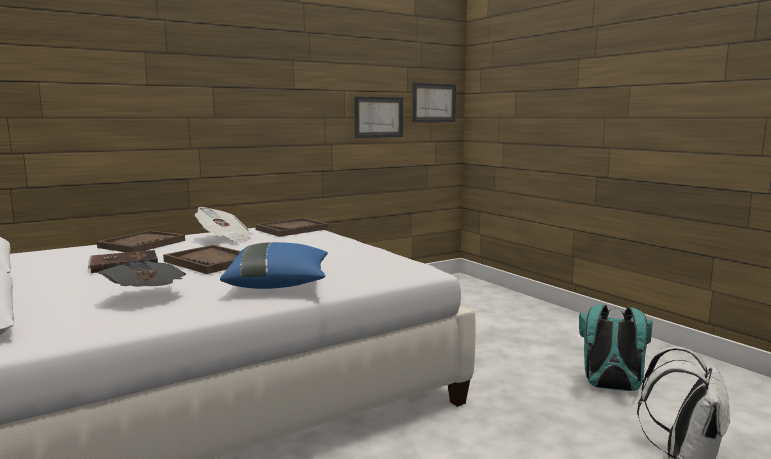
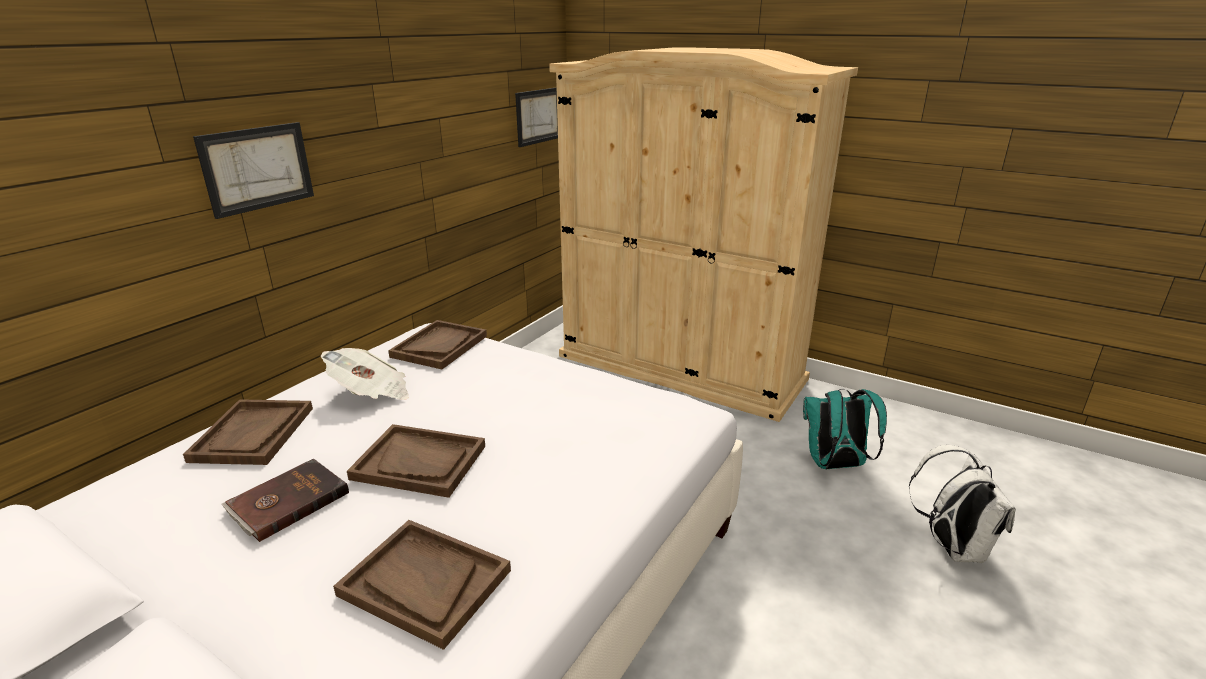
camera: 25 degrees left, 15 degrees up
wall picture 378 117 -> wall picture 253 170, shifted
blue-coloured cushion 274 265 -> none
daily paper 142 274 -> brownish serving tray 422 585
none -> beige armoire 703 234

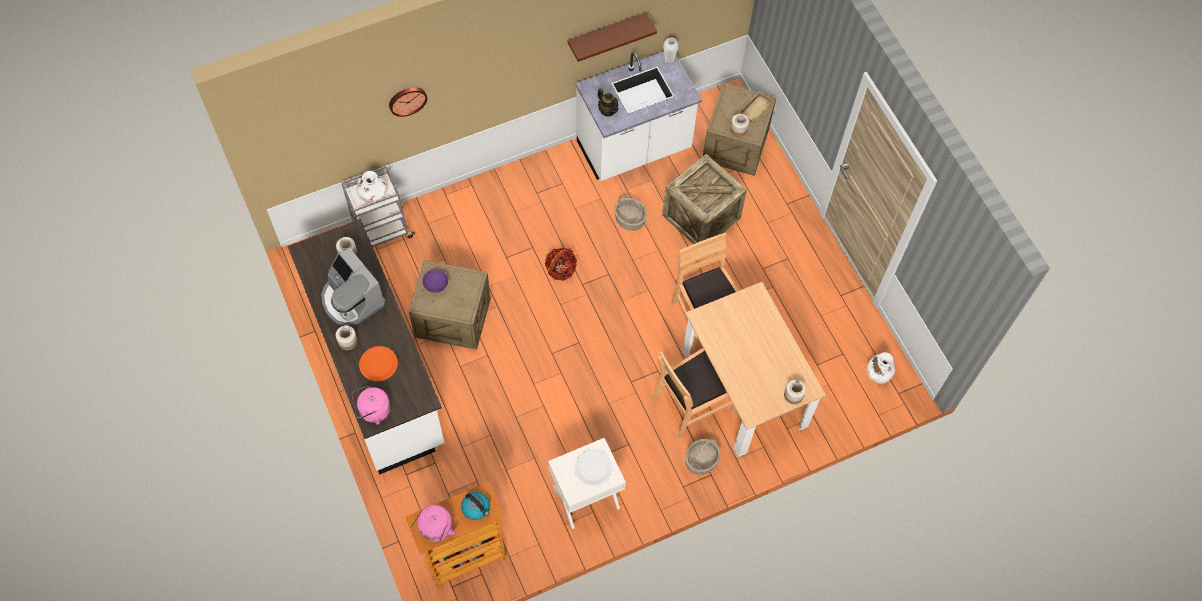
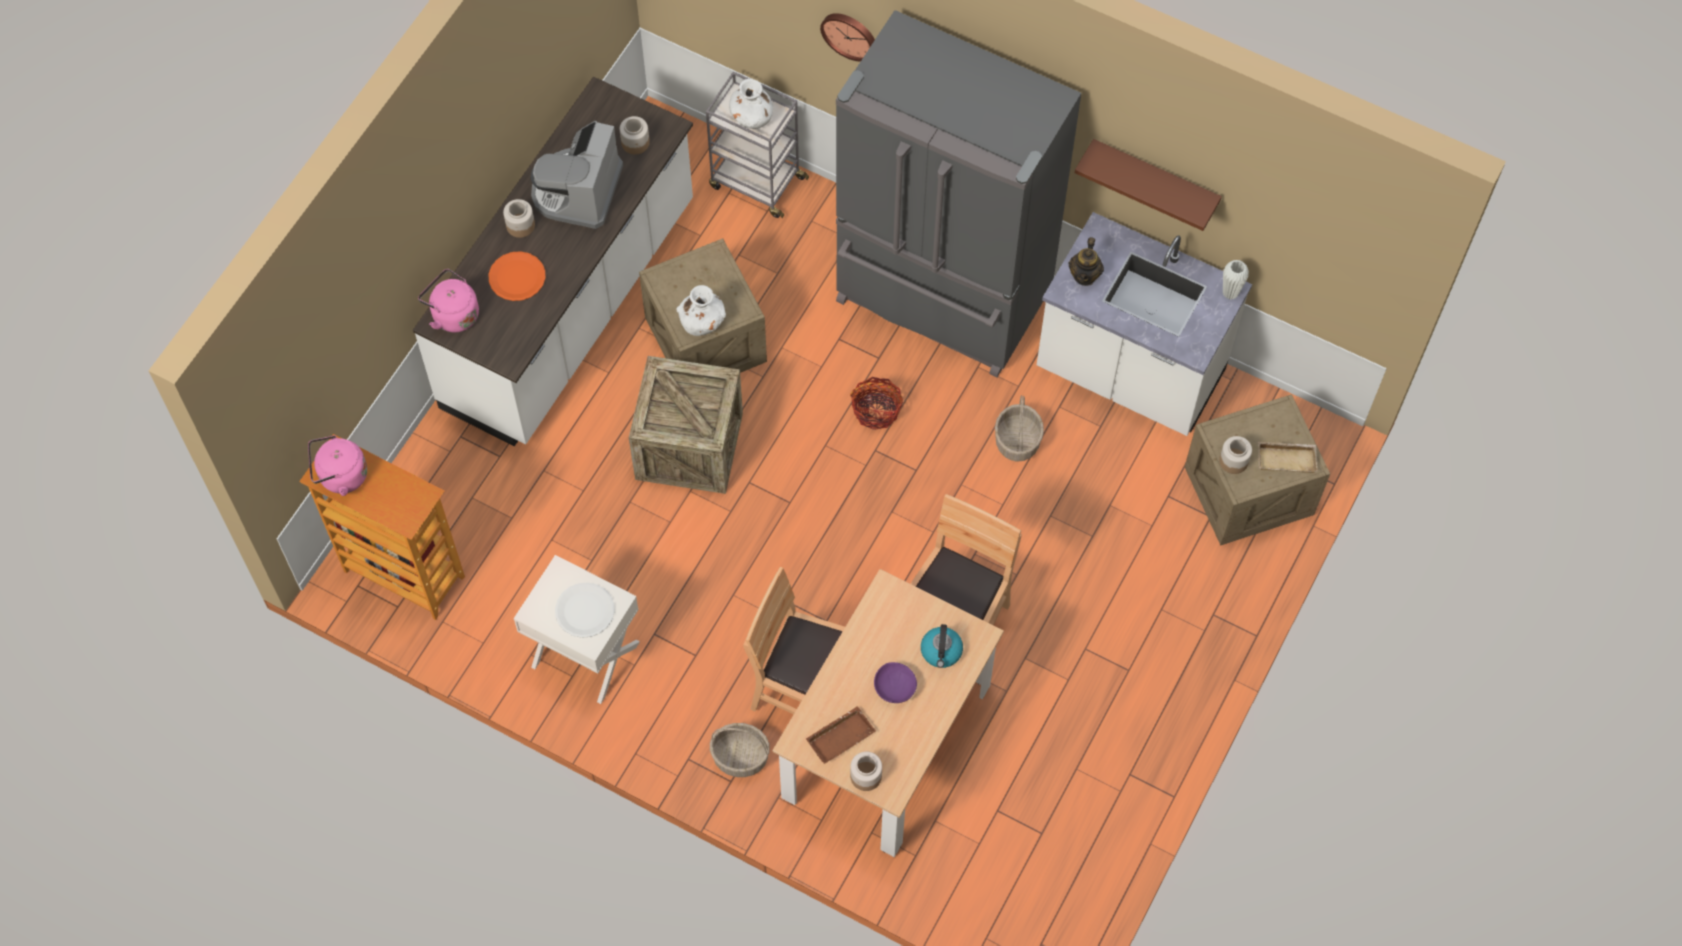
camera: 55 degrees right, 0 degrees up
packing crate 704 199 -> packing crate 686 425, shifted
purplish deep dish 435 281 -> purplish deep dish 895 682, shifted
whitish vase 881 368 -> whitish vase 701 310, shifted
kettle 475 506 -> kettle 942 646, shifted
none -> gray kitchen fridge 958 193
none -> brownish serving tray 840 735

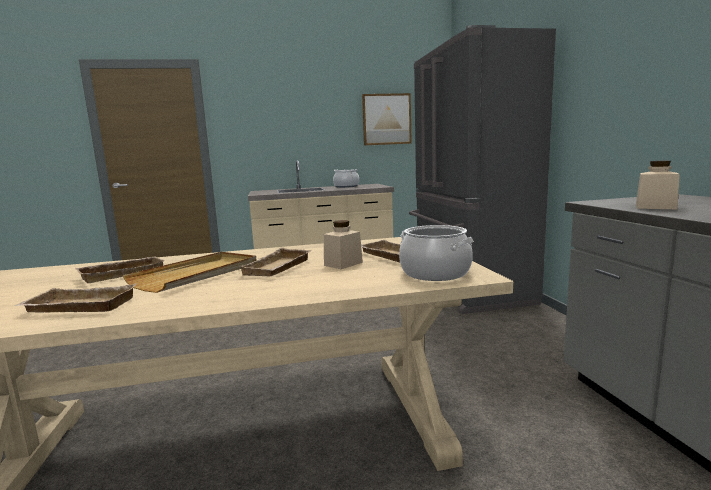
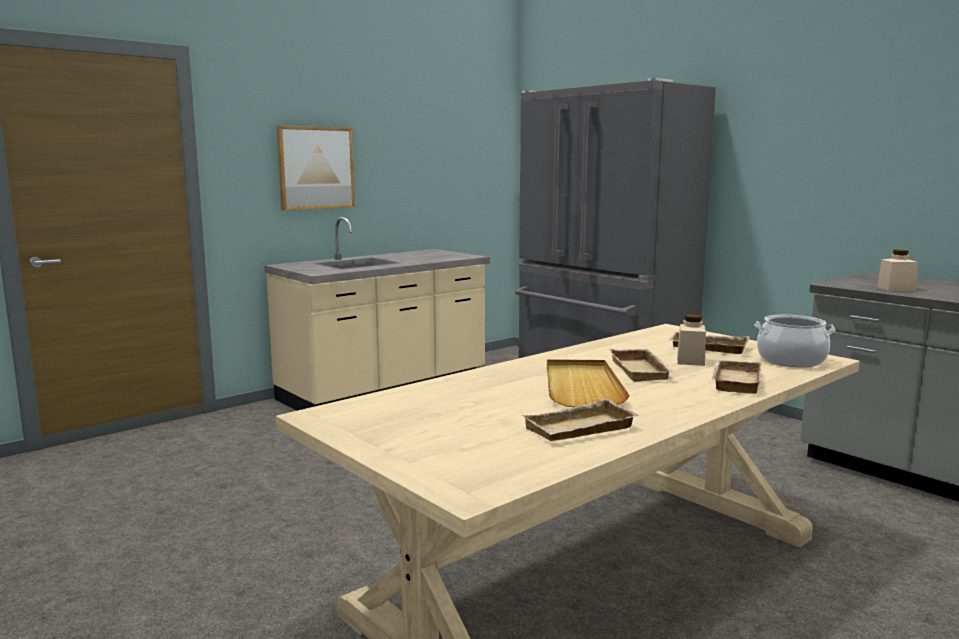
camera: 30 degrees left, 0 degrees up
wall picture 387 119 -> wall picture 315 168, shifted
saucepot 346 178 -> none
beige serving tray 120 269 -> beige serving tray 737 377, shifted

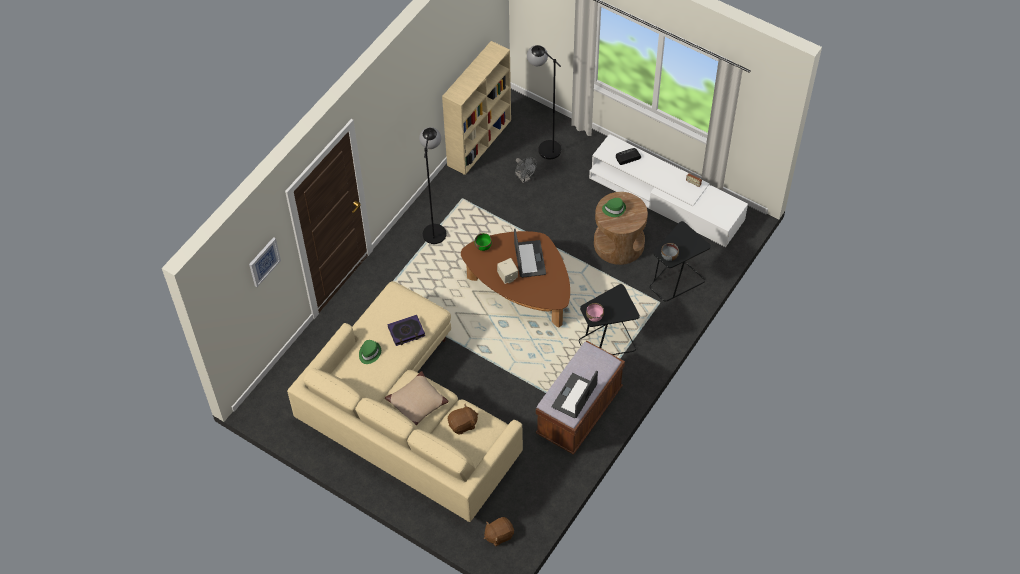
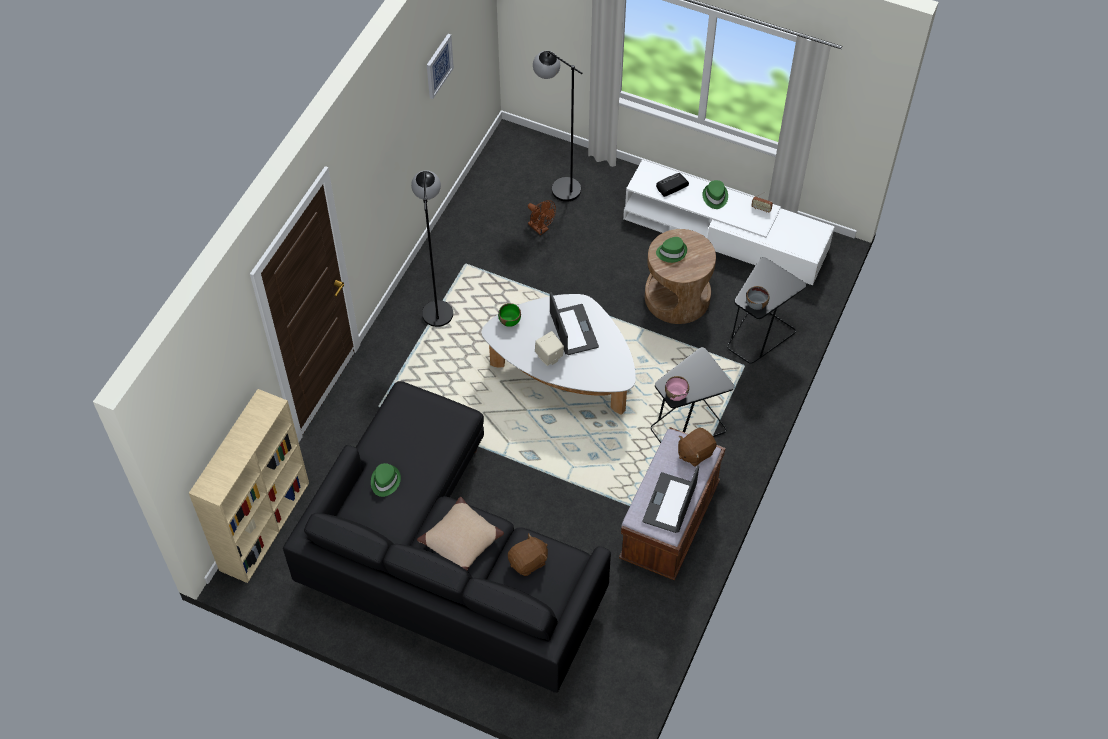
camera: 10 degrees left, 0 degrees up
beige bookshelf 476 108 -> beige bookshelf 249 486, shifted
gray electric fan 526 170 -> brownish electric fan 542 217
brownish lounge table 515 279 -> whitish lounge table 559 354
wall picture 265 262 -> wall picture 440 66, shifted
beige couch 405 401 -> blackish couch 447 537
book 406 330 -> none
brownish plush toy 499 531 -> brownish plush toy 697 447, shifted
none -> greenish wearable hat 715 194

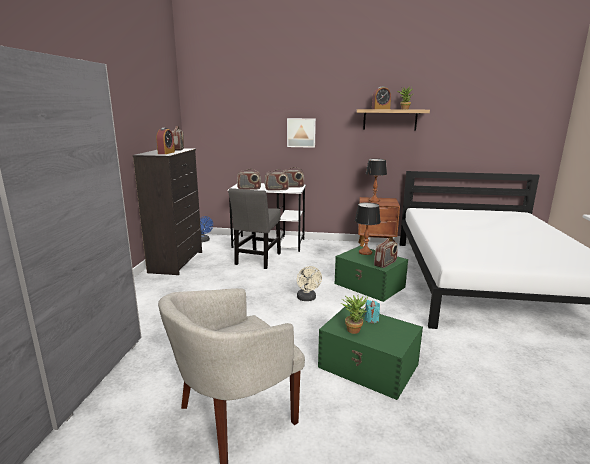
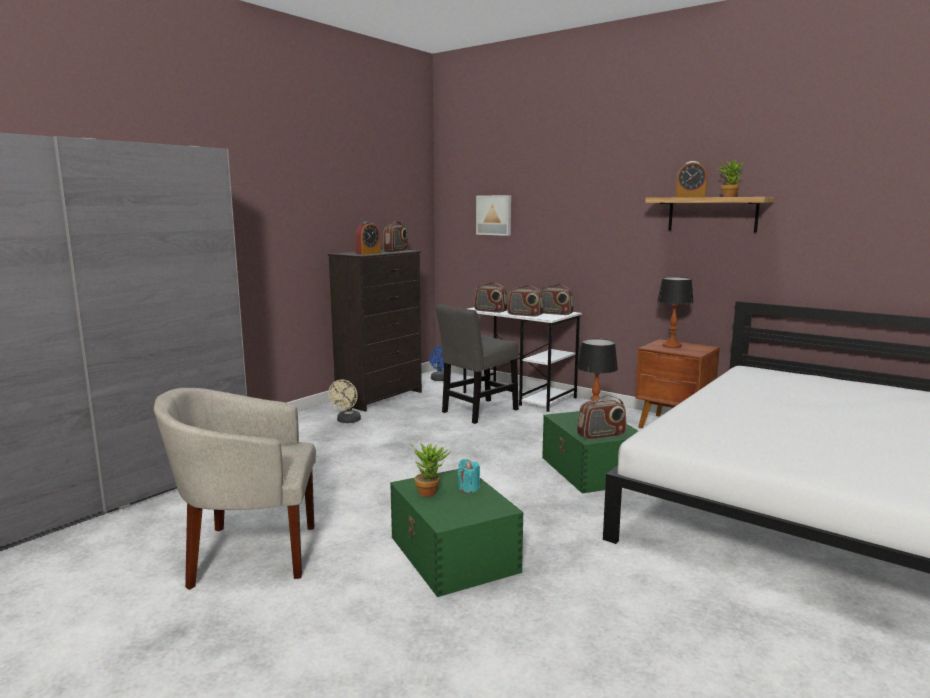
camera: 30 degrees right, 5 degrees down
wall picture 301 133 -> wall picture 493 215, shifted
beige electric fan 309 283 -> beige electric fan 344 401, shifted

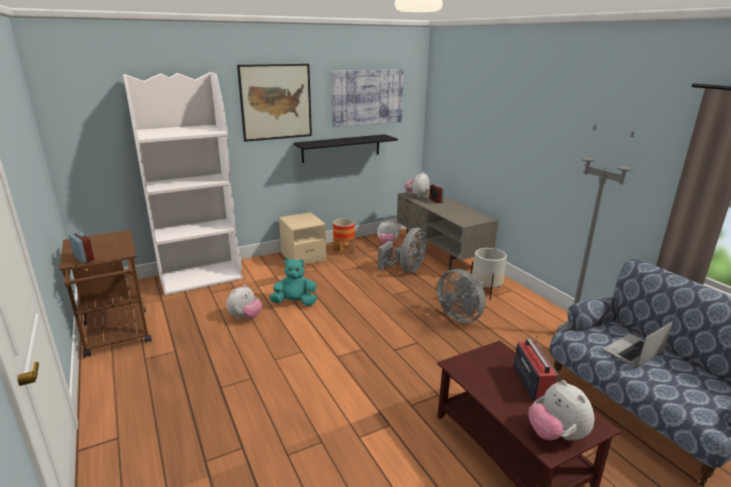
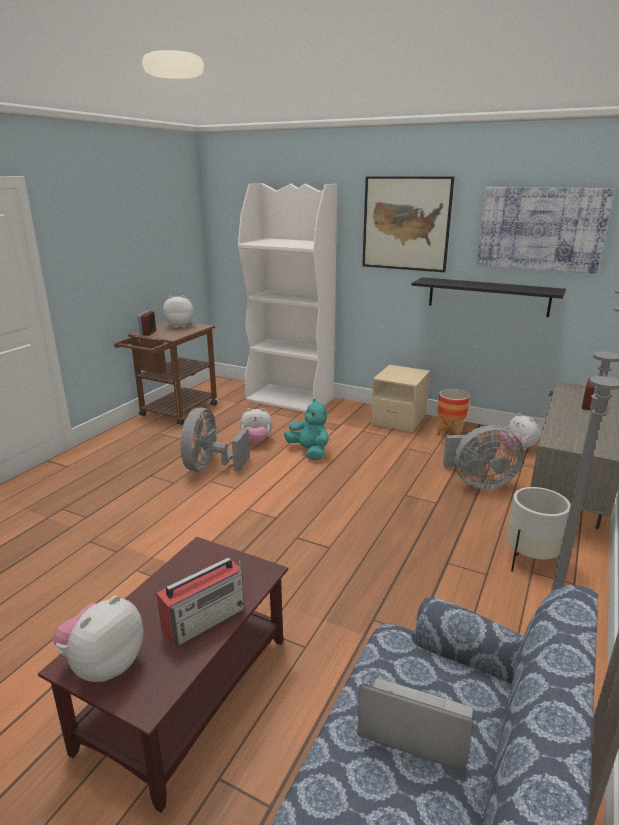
camera: 55 degrees right, 0 degrees up
plush toy 417 185 -> plush toy 178 311, shifted
gray electric fan 461 296 -> gray electric fan 215 440, shifted

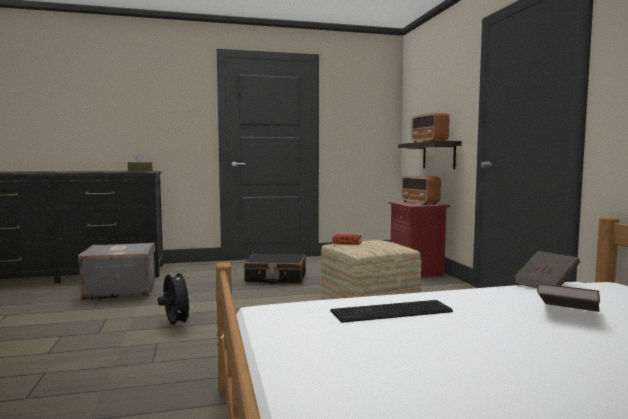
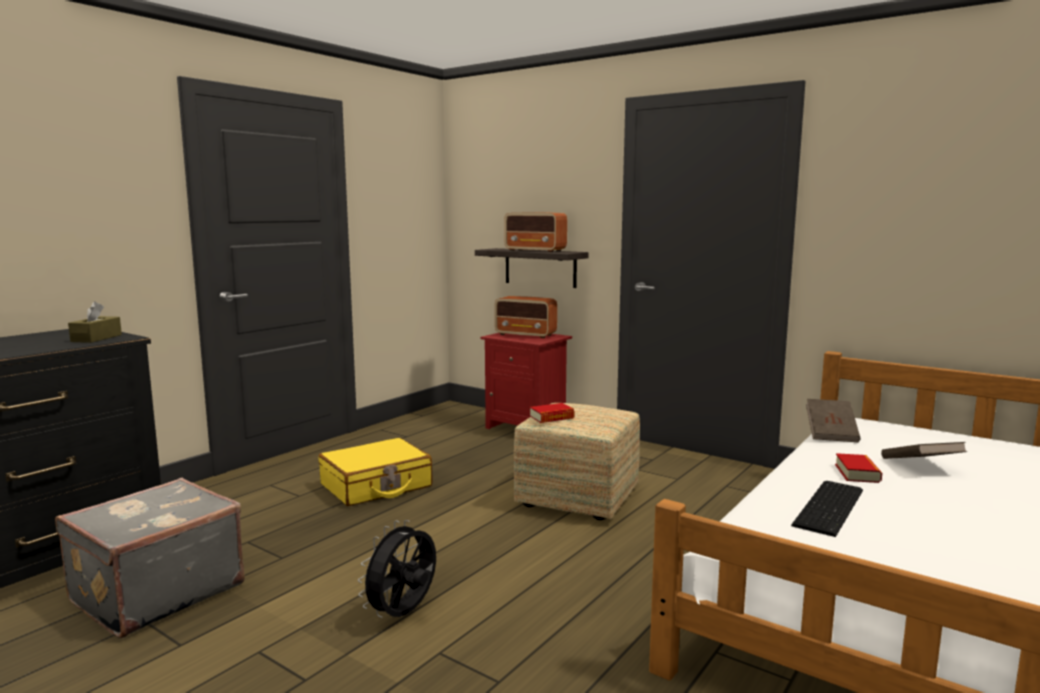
camera: 40 degrees left, 5 degrees up
blackish piece of luggage 275 268 -> yellow piece of luggage 375 472
blackish electric fan 175 297 -> blackish electric fan 397 569, 75 degrees counterclockwise
none -> book 858 468

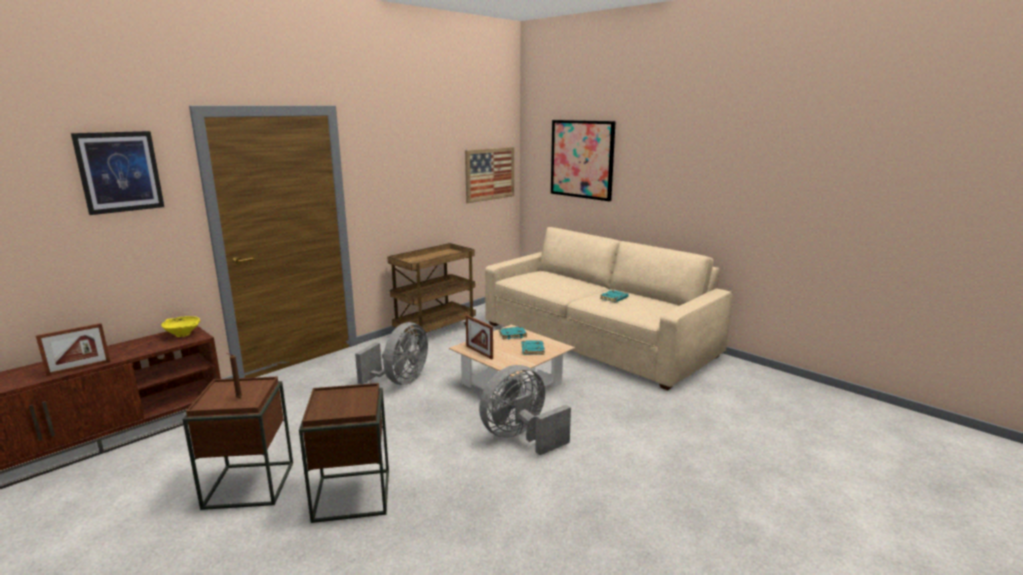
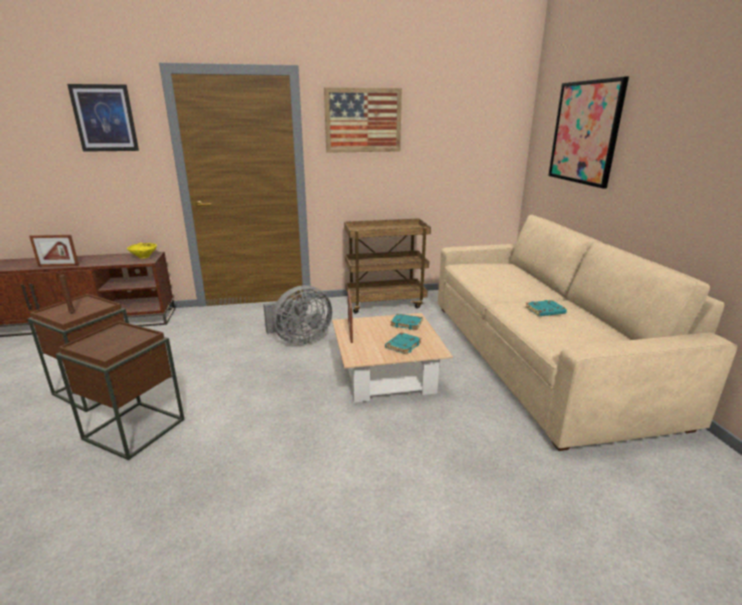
camera: 35 degrees right, 5 degrees up
wall picture 489 175 -> wall picture 363 120, shifted
gray electric fan 525 410 -> none

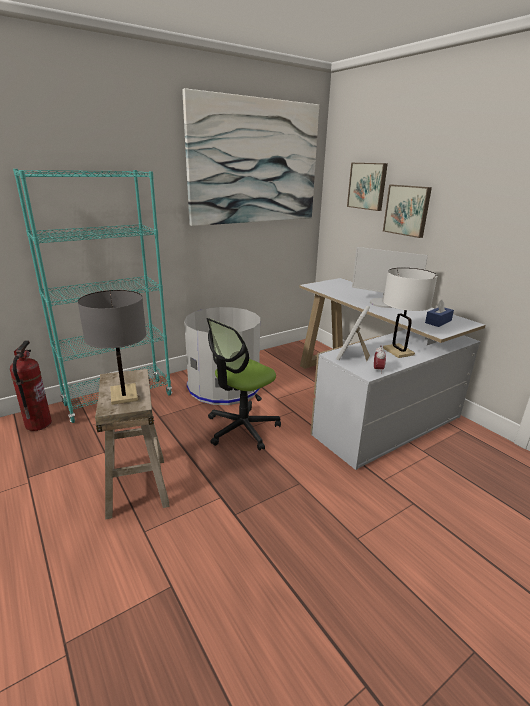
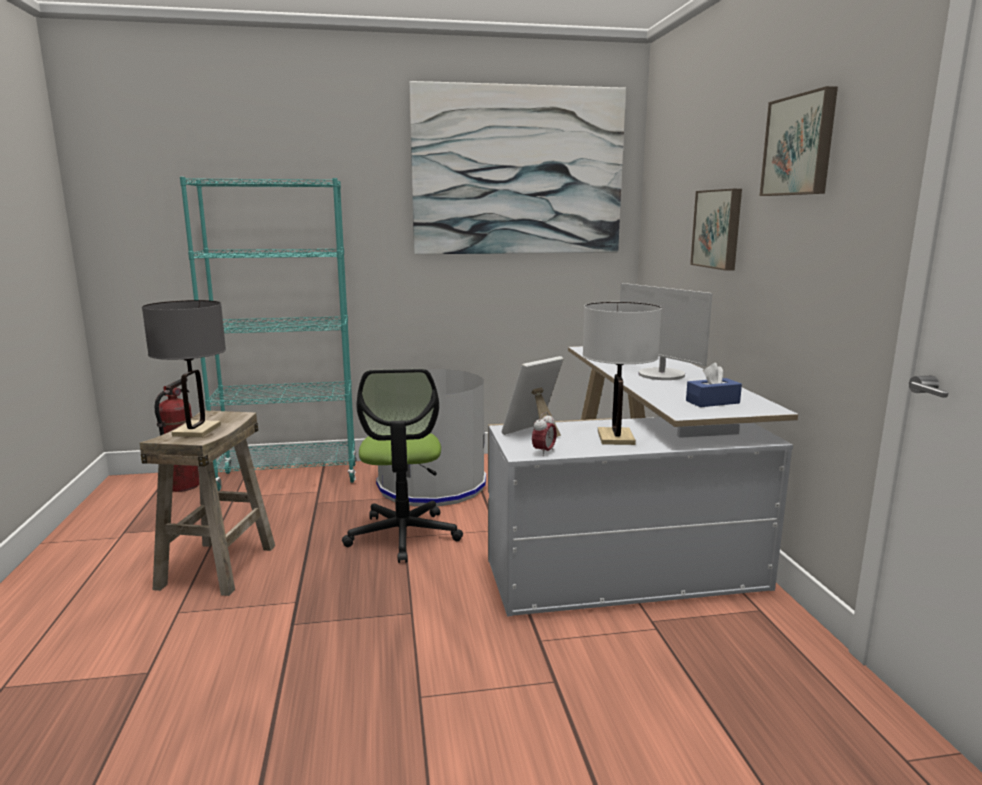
camera: 25 degrees right, 10 degrees down
wall picture 367 187 -> wall picture 799 141, shifted
office chair 243 384 -> office chair 402 466, 75 degrees counterclockwise

